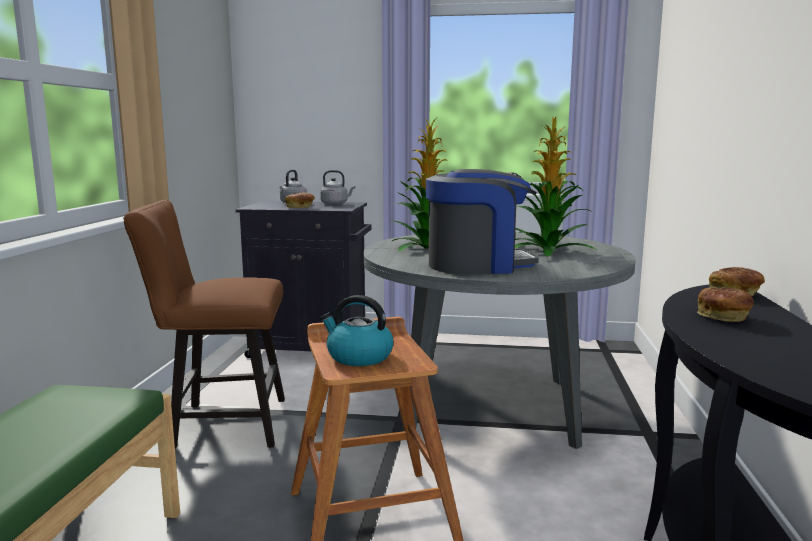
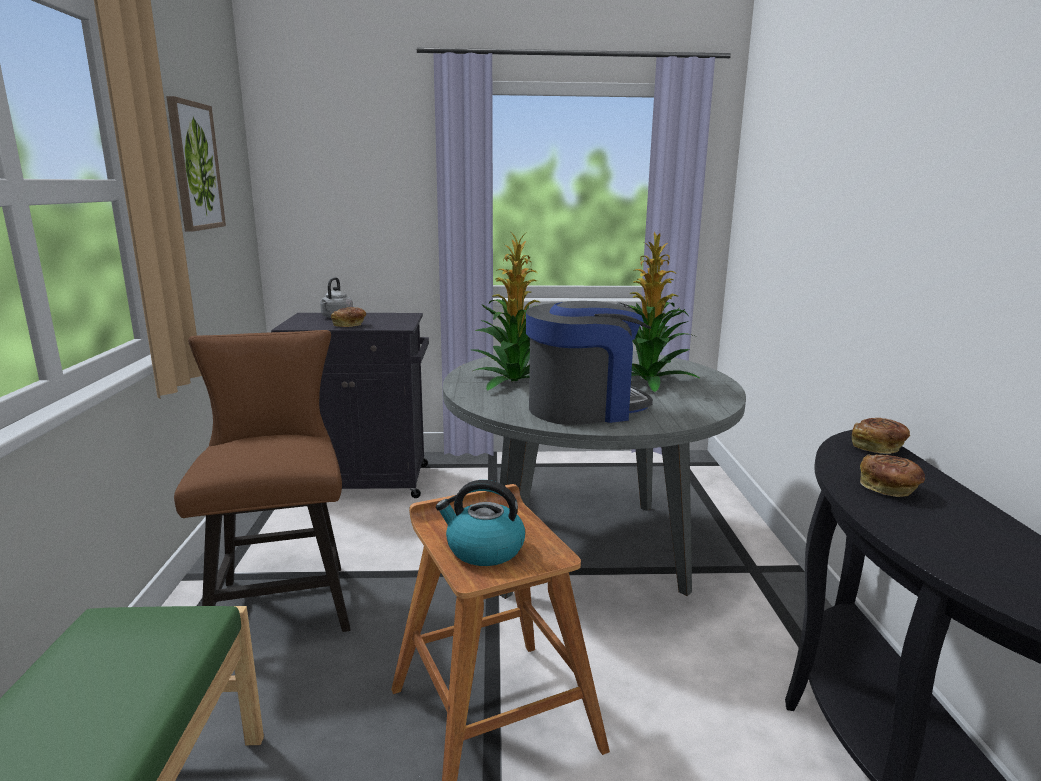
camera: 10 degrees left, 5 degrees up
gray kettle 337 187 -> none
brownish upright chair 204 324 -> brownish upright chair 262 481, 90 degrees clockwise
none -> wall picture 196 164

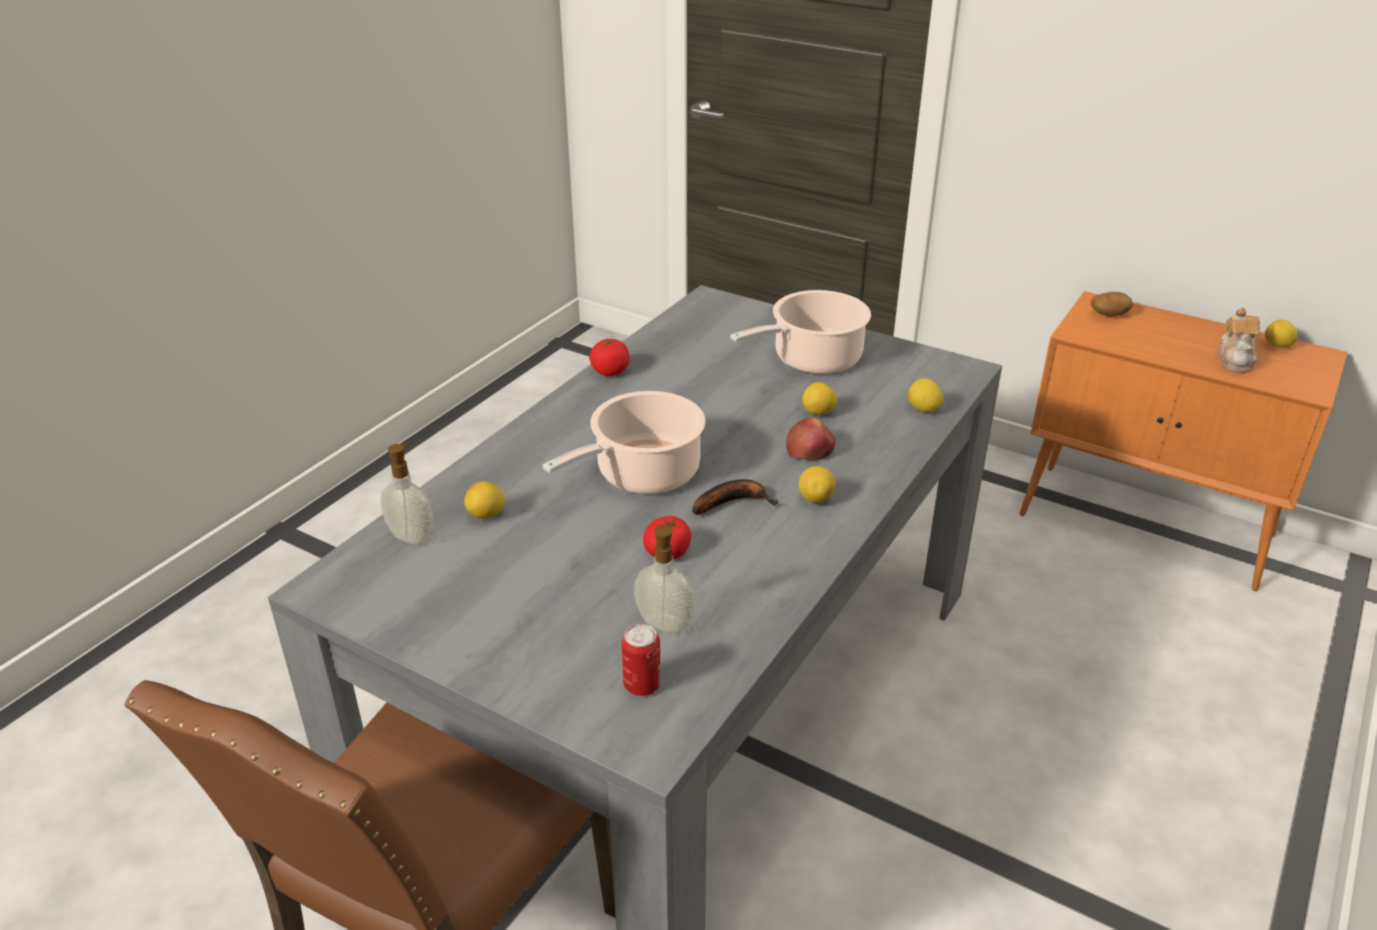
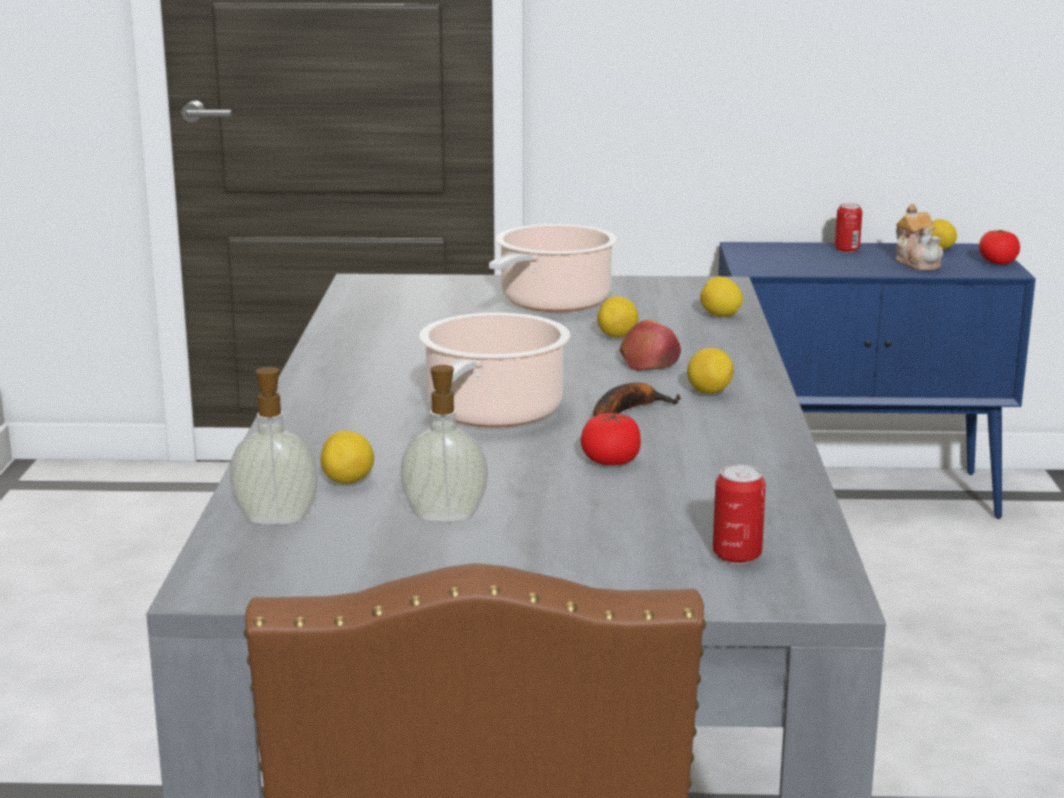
camera: 30 degrees left, 15 degrees down
orange-coloured cupboard 1184 441 -> blue-coloured cupboard 877 380
potato 1112 304 -> none
tomato 609 357 -> tomato 999 247, shifted
liquid soap bottle 664 578 -> liquid soap bottle 444 443, shifted
none -> can 848 228

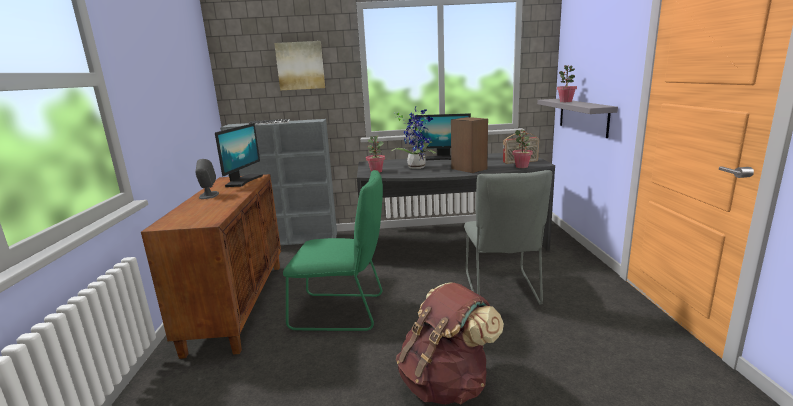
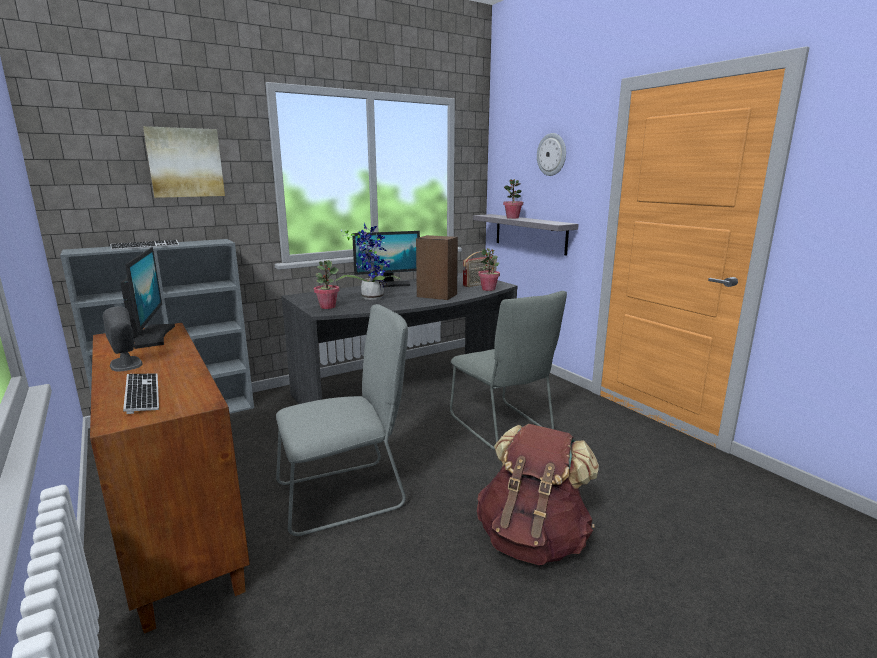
camera: 30 degrees left, 0 degrees up
greenish upright chair 333 250 -> gray upright chair 342 420
none -> clock on the wall 551 154
none -> computer keyboard 141 393

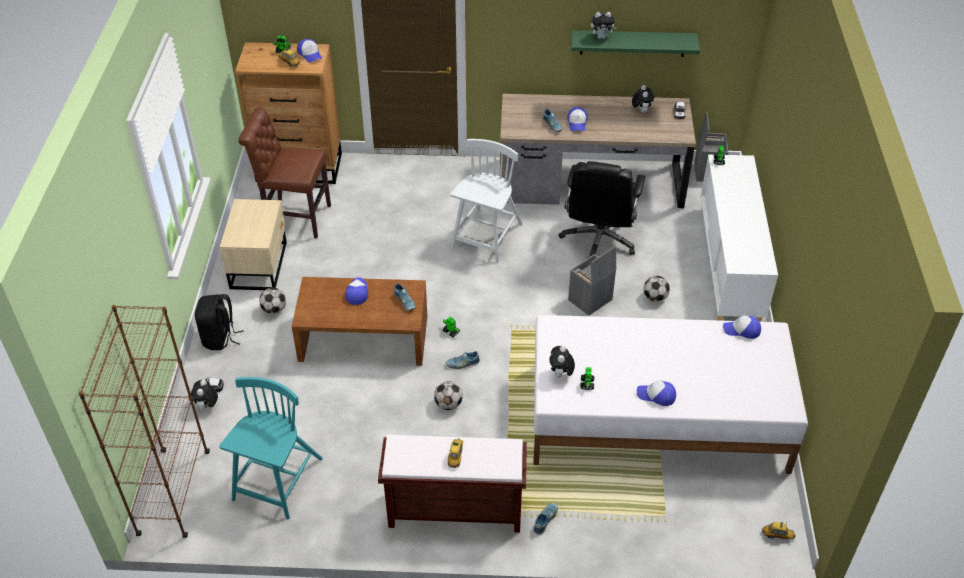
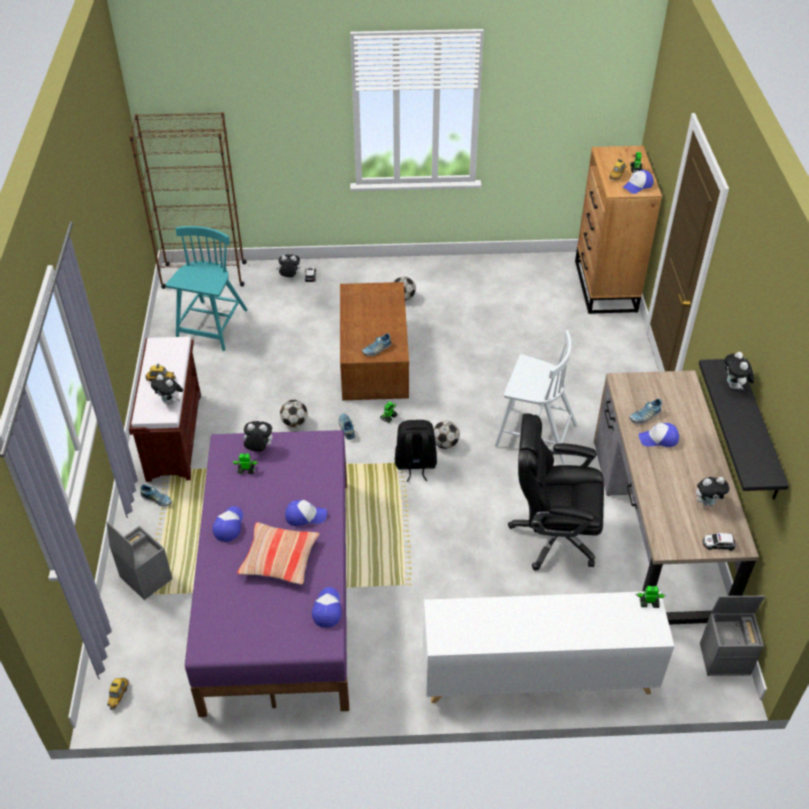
camera: 85 degrees right, 0 degrees up
greenish wall shelf 635 43 -> blackish wall shelf 744 429
brownish upright chair 284 172 -> none
beige night table 253 244 -> none
gray storage box 592 281 -> gray storage box 139 561, shifted
football ball 657 289 -> football ball 446 435, shifted
peaked cap 356 291 -> peaked cap 306 513, shifted
blackish knapsack 219 322 -> blackish knapsack 416 451, shifted
whitish bedroom bed 670 394 -> purplish bedroom bed 267 573
turquoise upright chair 271 448 -> turquoise upright chair 207 288, 90 degrees counterclockwise
none -> plush toy 167 389
none -> cushion 278 553

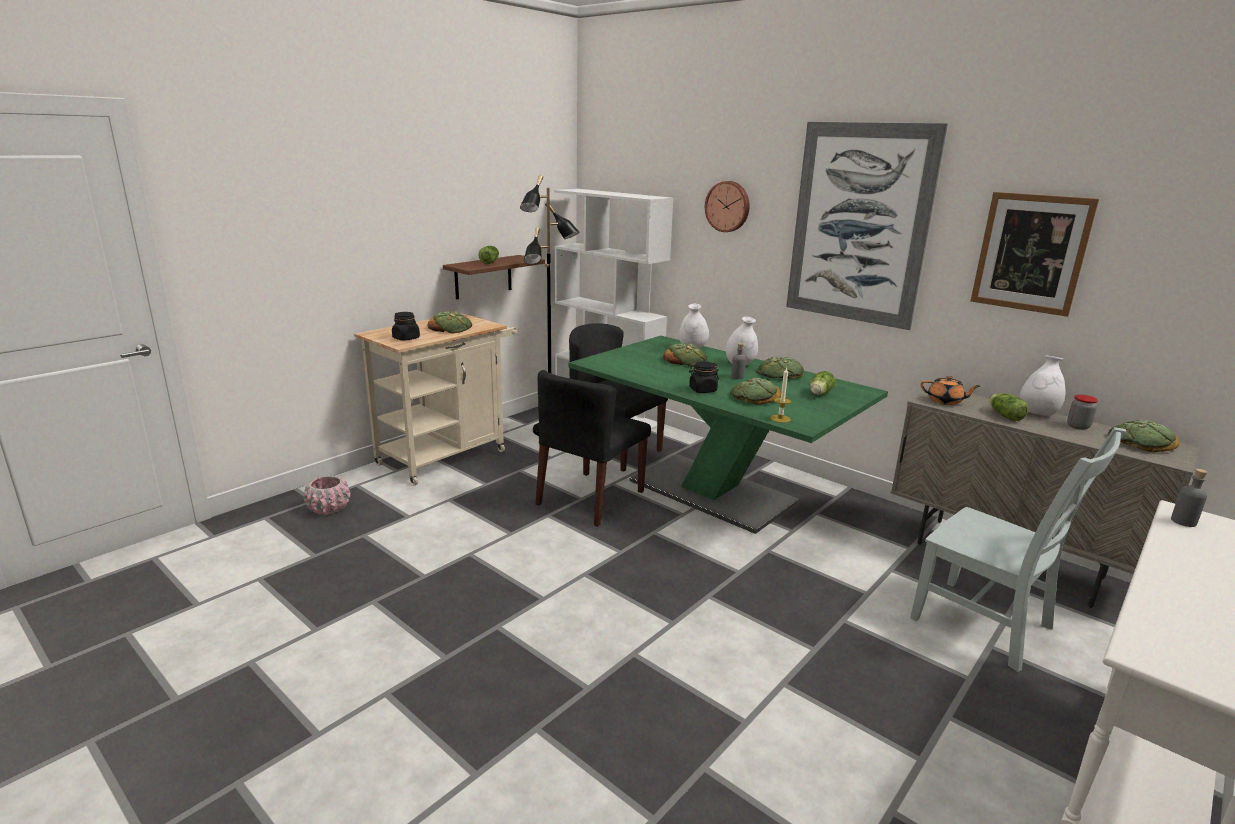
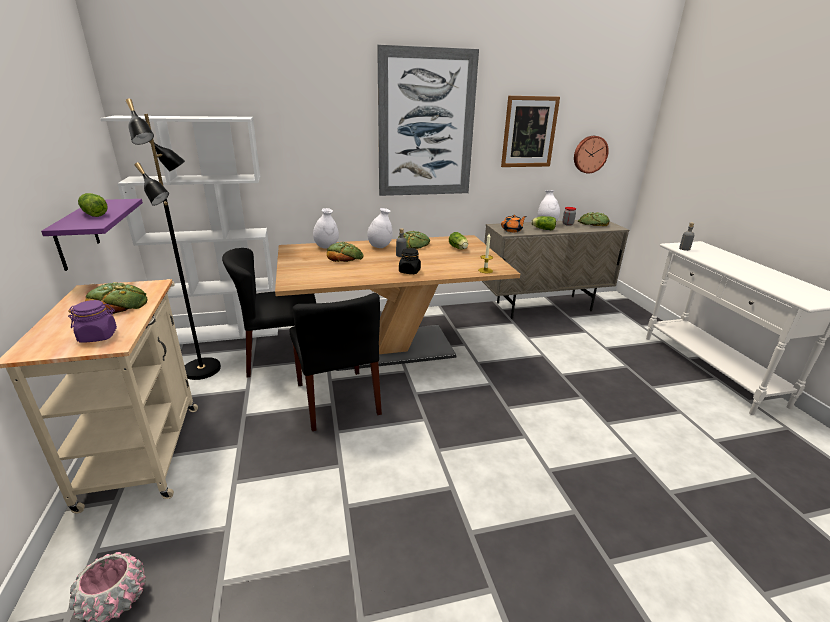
camera: 55 degrees left, 5 degrees up
clock on the wall 727 206 -> clock on the wall 591 155, shifted
brownish wall shelf 494 277 -> purplish wall shelf 92 235
blackish storage jar 406 326 -> purplish storage jar 92 321
greenish dinner table 728 435 -> brownish dinner table 397 303
bread 755 391 -> none
gray upright chair 1018 549 -> none

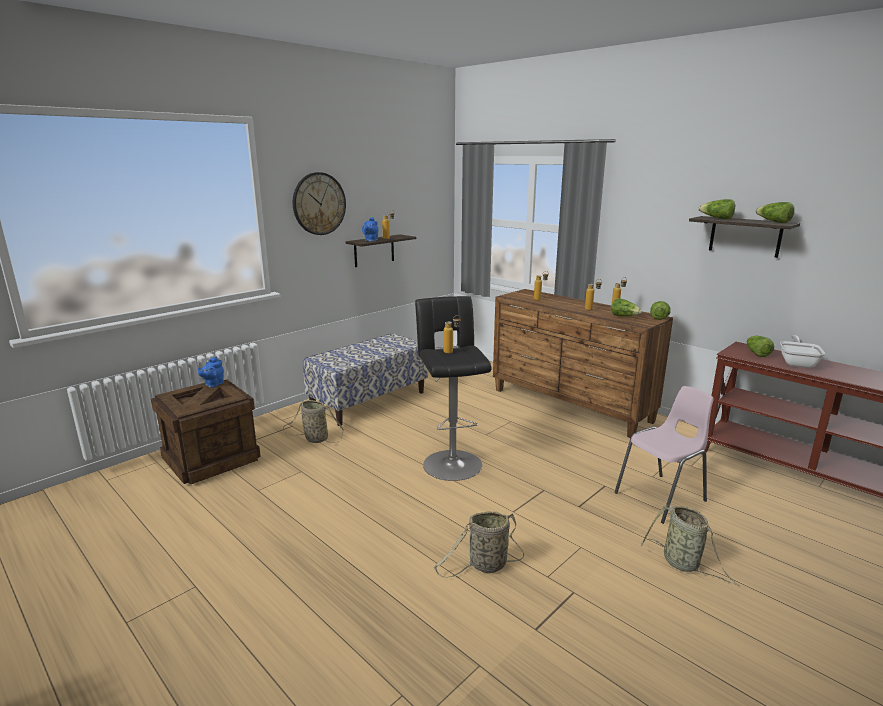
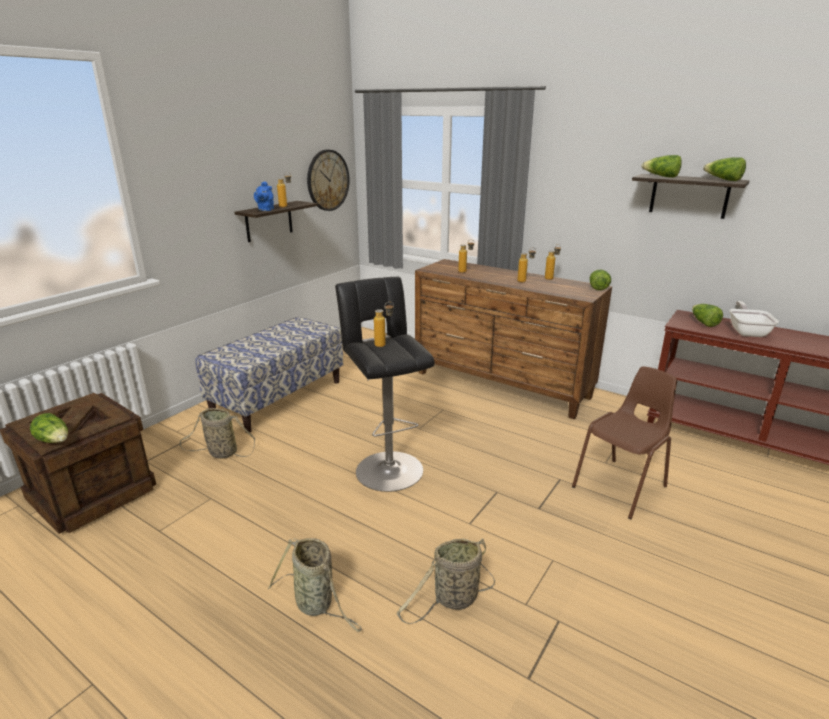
camera: 10 degrees left, 5 degrees up
clock on the wall 319 203 -> clock on the wall 328 180, shifted
head of lettuce 626 307 -> head of lettuce 49 428, shifted
blue-coloured pot for tea 210 372 -> none
pink upright chair 664 455 -> brownish upright chair 624 442
basket 690 545 -> basket 315 585, shifted

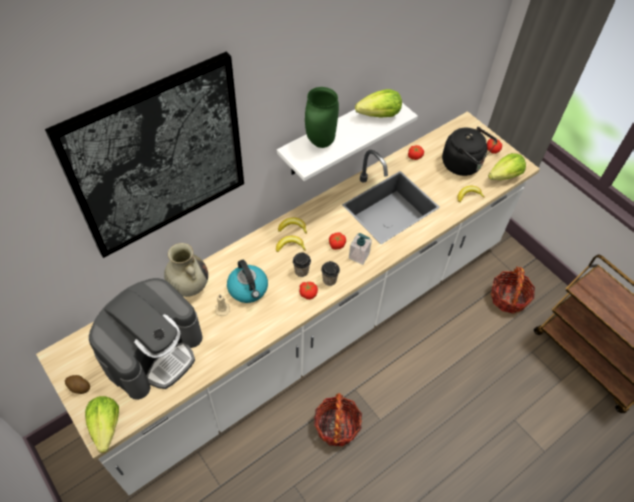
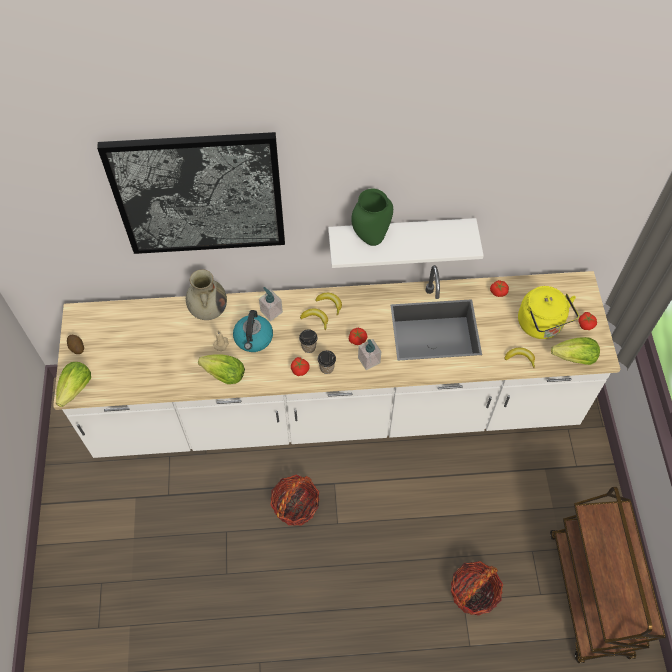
camera: 35 degrees right, 5 degrees up
head of lettuce 378 103 -> head of lettuce 221 369, shifted
blackish kettle 469 151 -> yellow kettle 548 312
basket 513 290 -> basket 477 588, shifted
coffee machine 146 339 -> none
none -> liquid soap bottle 271 304

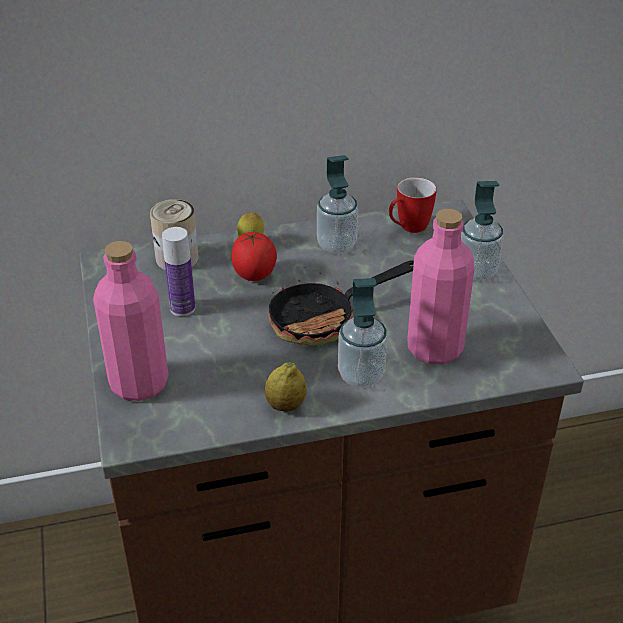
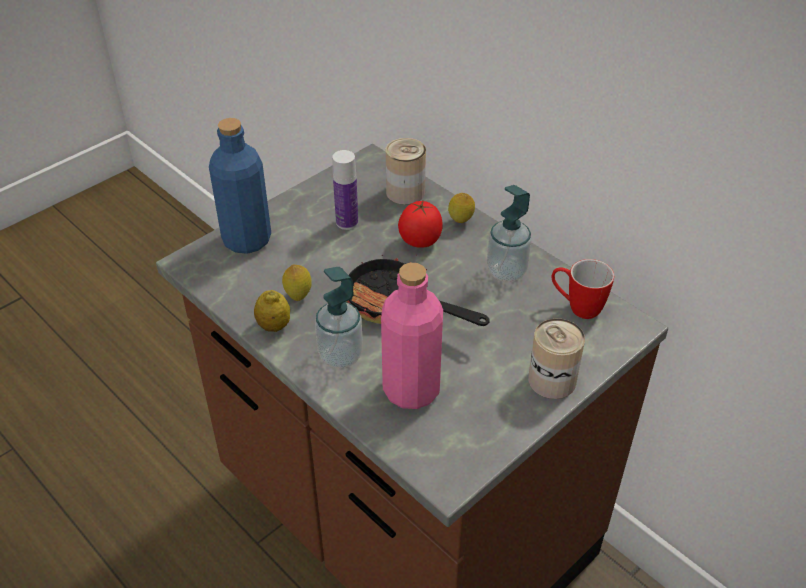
camera: 60 degrees right, 5 degrees up
liquid soap bottle 482 231 -> can 556 359
pink bottle 131 321 -> blue-coloured bottle 240 186
none -> whole lemon 297 282

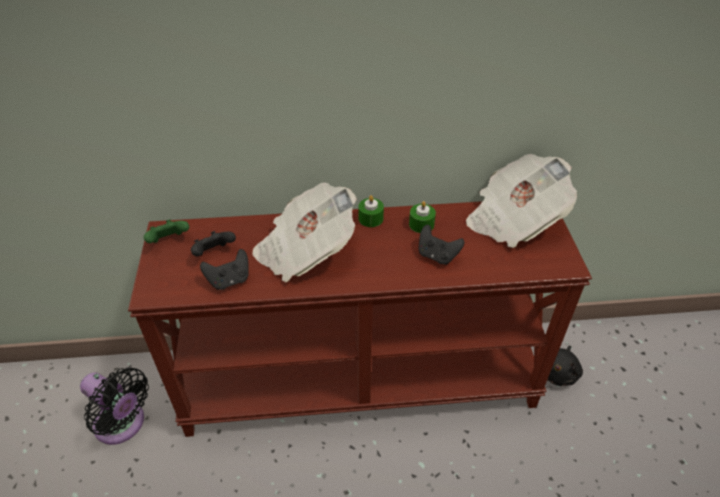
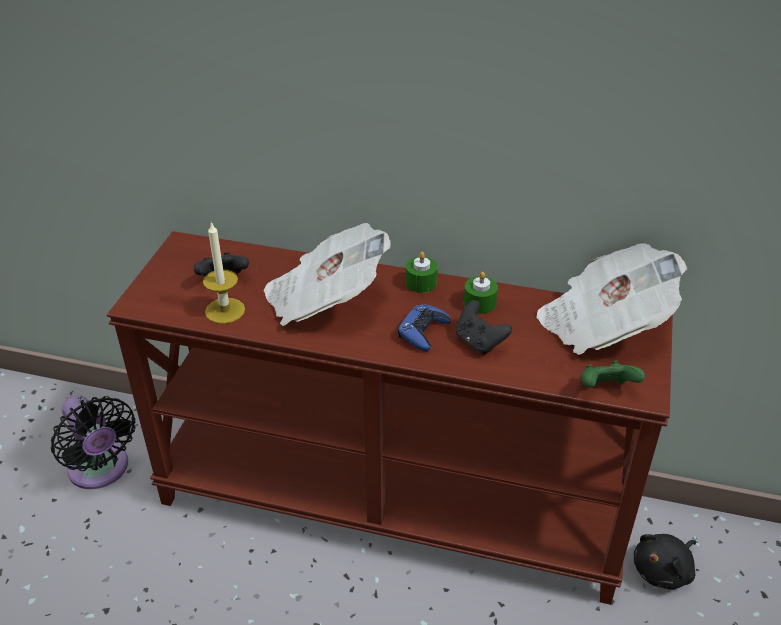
camera: 20 degrees right, 5 degrees down
greenish gamepad 166 231 -> greenish gamepad 612 374, shifted
blackish gamepad 224 269 -> candle 224 273
none -> blue-coloured gamepad 424 327

